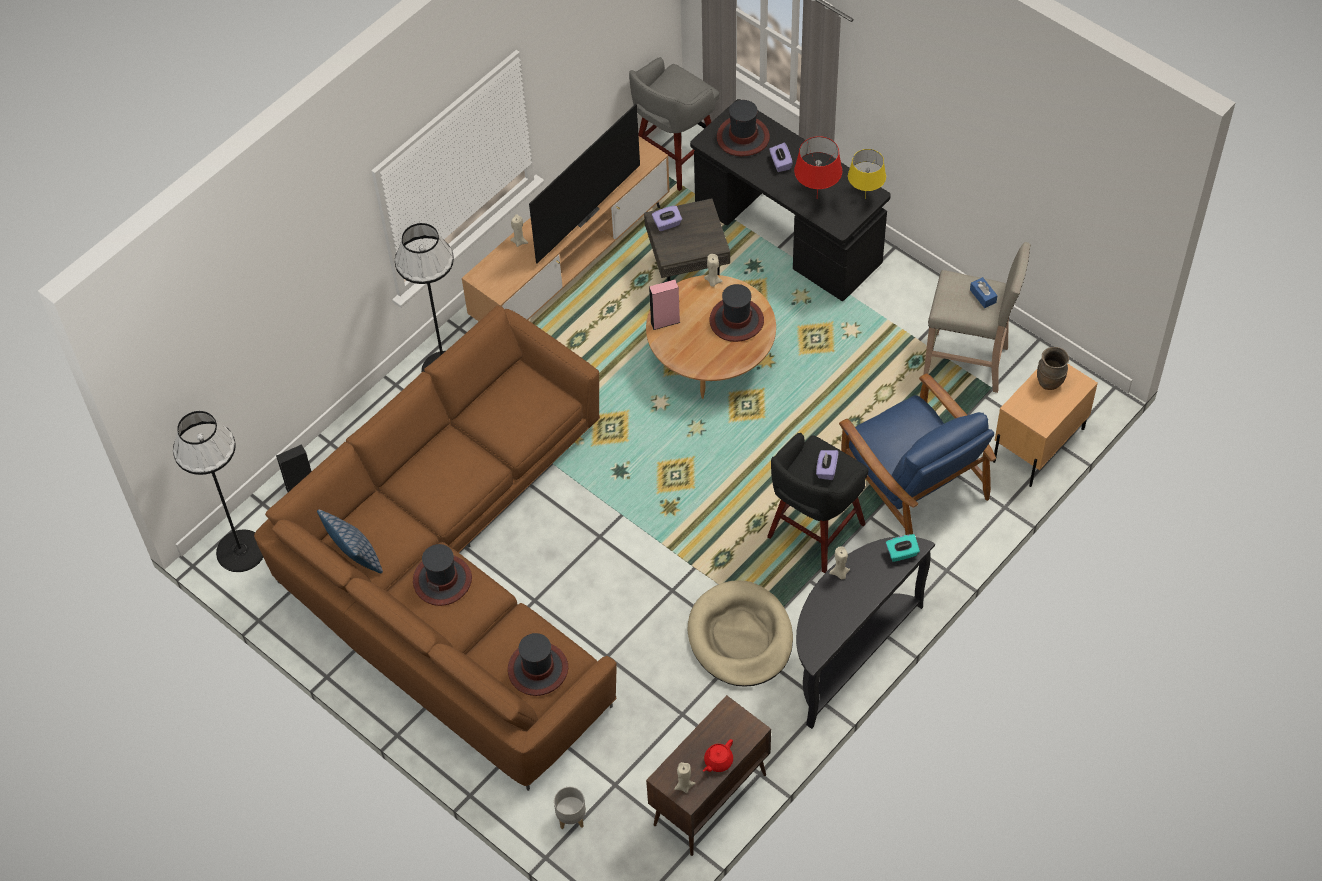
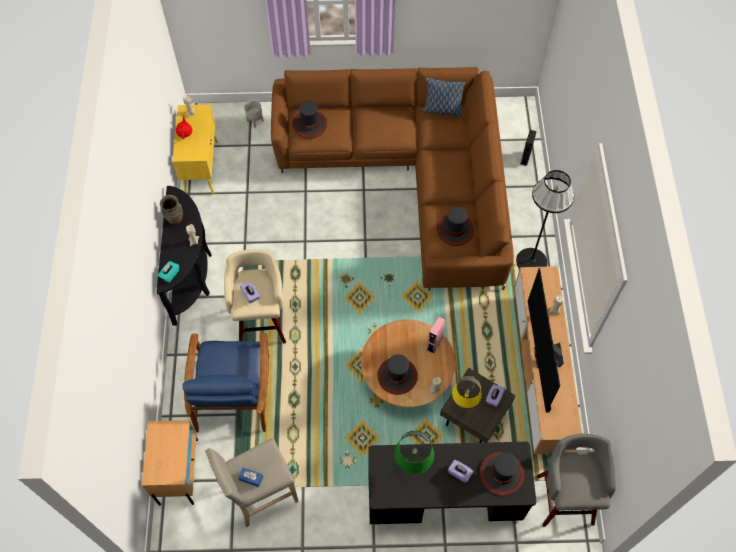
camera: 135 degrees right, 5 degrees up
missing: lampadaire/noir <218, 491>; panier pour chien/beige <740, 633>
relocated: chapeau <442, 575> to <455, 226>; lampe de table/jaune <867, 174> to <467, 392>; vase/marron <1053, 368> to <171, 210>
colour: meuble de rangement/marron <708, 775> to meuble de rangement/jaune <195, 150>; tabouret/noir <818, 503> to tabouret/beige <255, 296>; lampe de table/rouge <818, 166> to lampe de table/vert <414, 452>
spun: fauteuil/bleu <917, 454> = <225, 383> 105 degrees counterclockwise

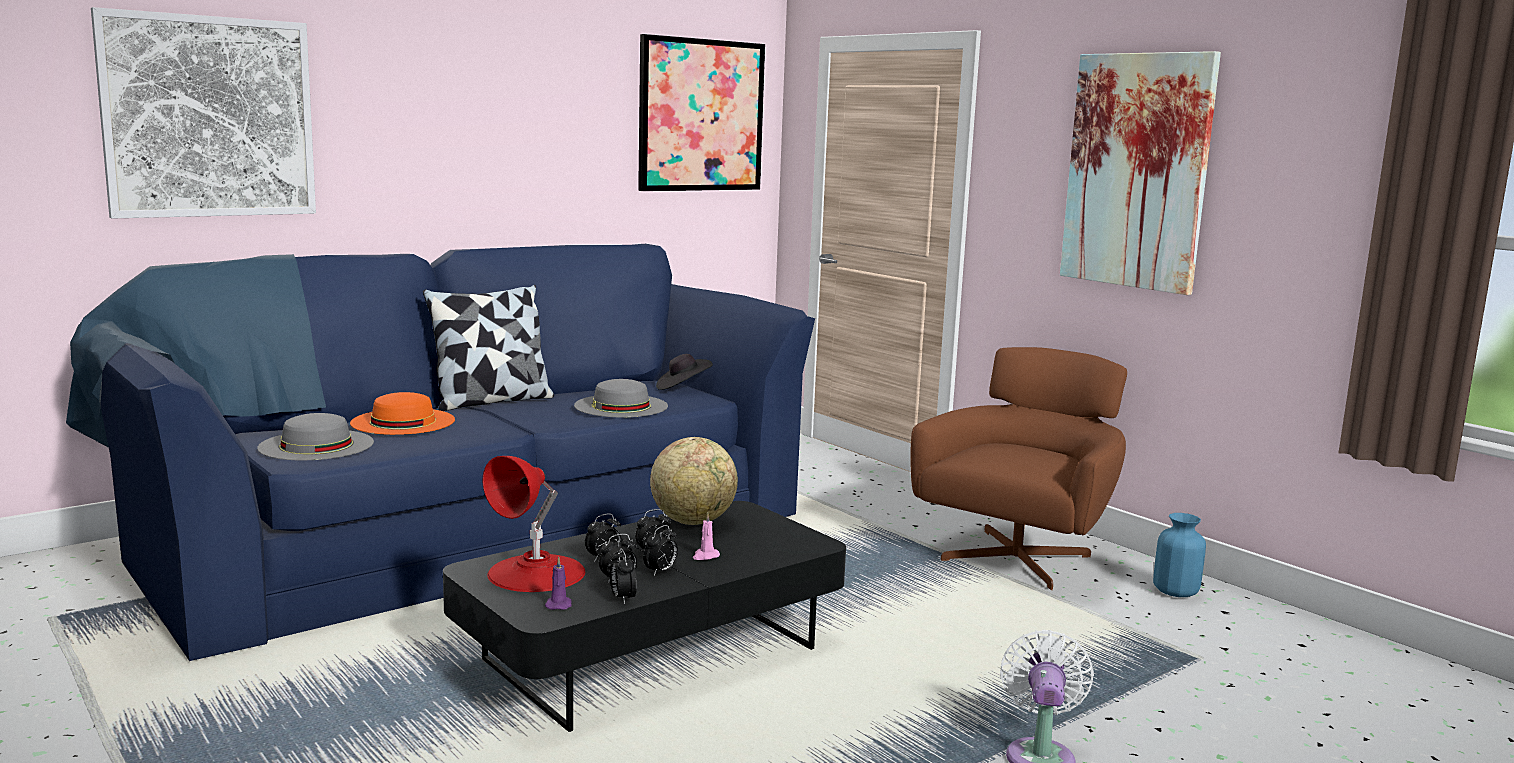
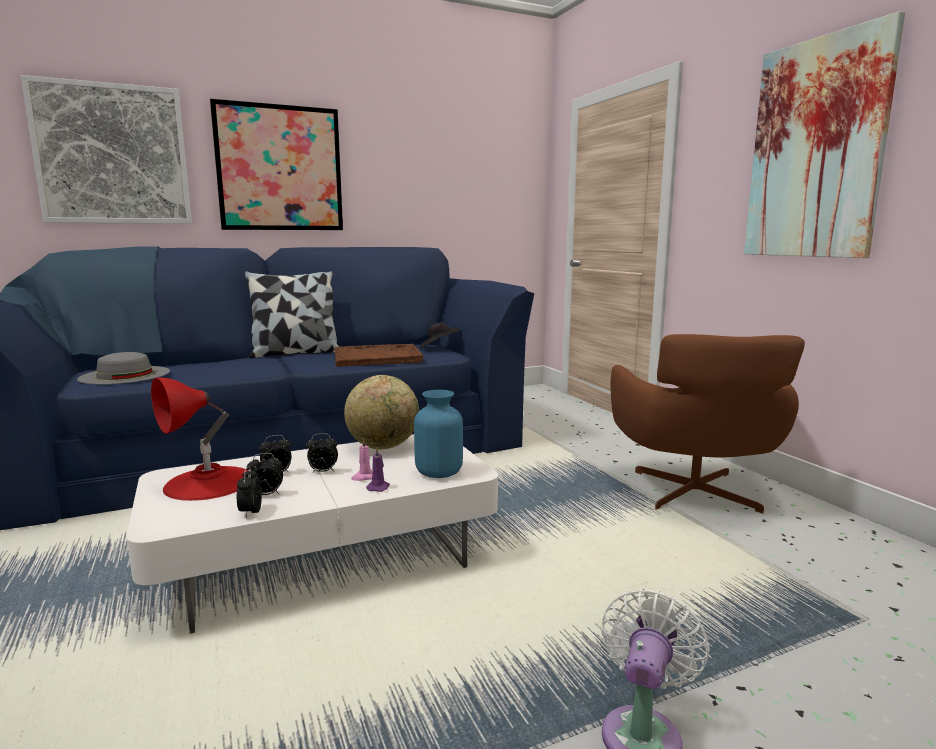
camera: 15 degrees right, 0 degrees up
missing: chapeau/orange <402, 413>; réveil <660, 550>
relocated: bougie/violet <558, 583> to <378, 470>; tableau <701, 112> to <276, 164>; vase/bleu <1179, 555> to <438, 434>
exchanged: chapeau/gris <621, 398> to plateau/marron <379, 355>
colour: table basse/noir <644, 616> to table basse/blanc <312, 534>
spun: fauteuil/marron <1018, 468> = <708, 424> 135 degrees clockwise

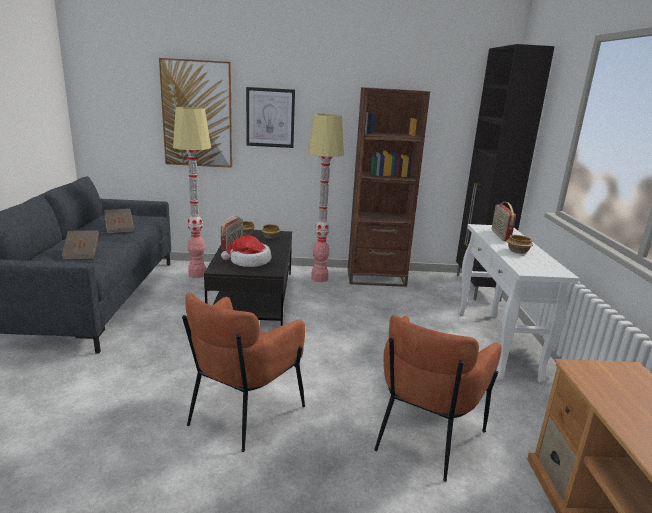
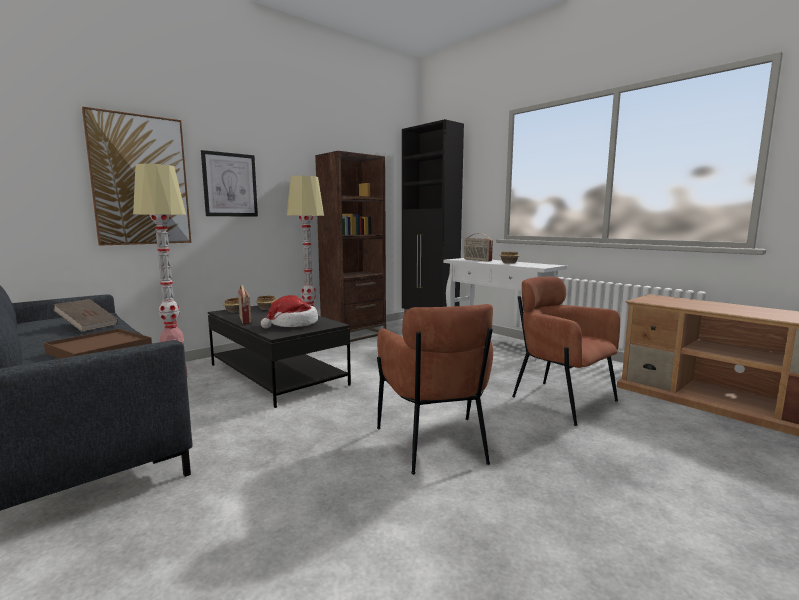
camera: 40 degrees left, 10 degrees down
exchanged: livre/marron <80, 245> to plateau/marron <98, 344>
spun: fauteuil/marron <438, 398> = <566, 351> 150 degrees clockwise

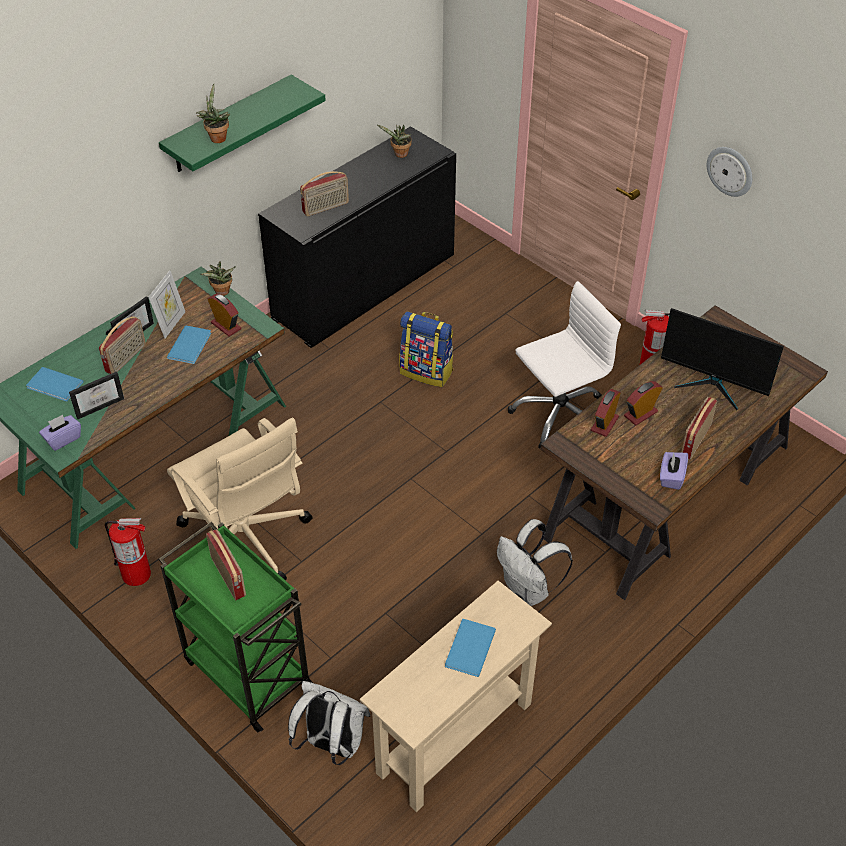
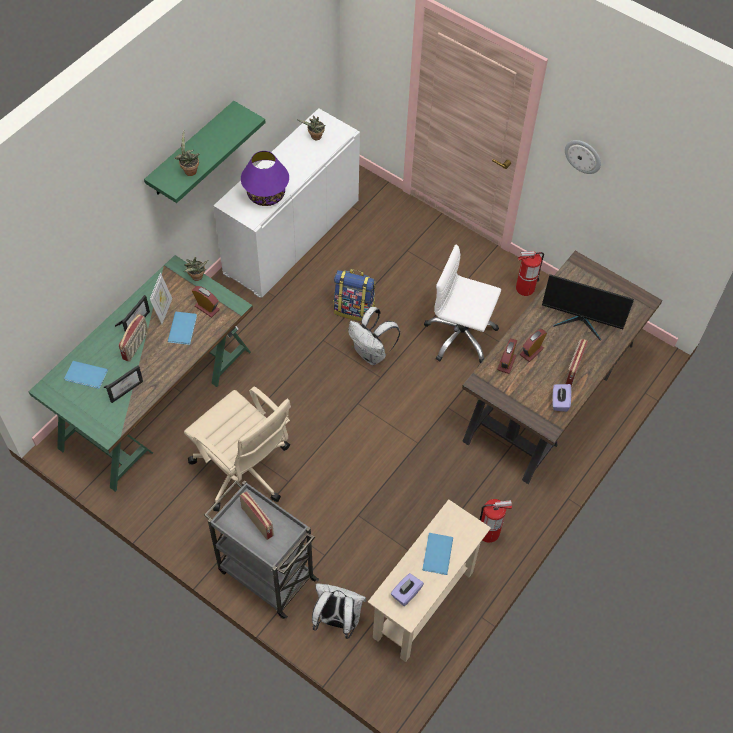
camera: 10 degrees left, 10 degrees up
relocated: boîte à mouchoirs/violet <60, 432> to <407, 589>; extincteur <128, 552> to <495, 521>; sac à dos/blanc <535, 562> to <374, 336>
exchanged: radio <324, 194> to lampe de table/violet <265, 178>
colour: chariot/vert <236, 627> to chariot/gris <261, 549>; meuble de rangement/noir <357, 237> to meuble de rangement/blanc <286, 203>
spun: chaise de bureau/blanc <564, 364> = <462, 304> 120 degrees counterclockwise

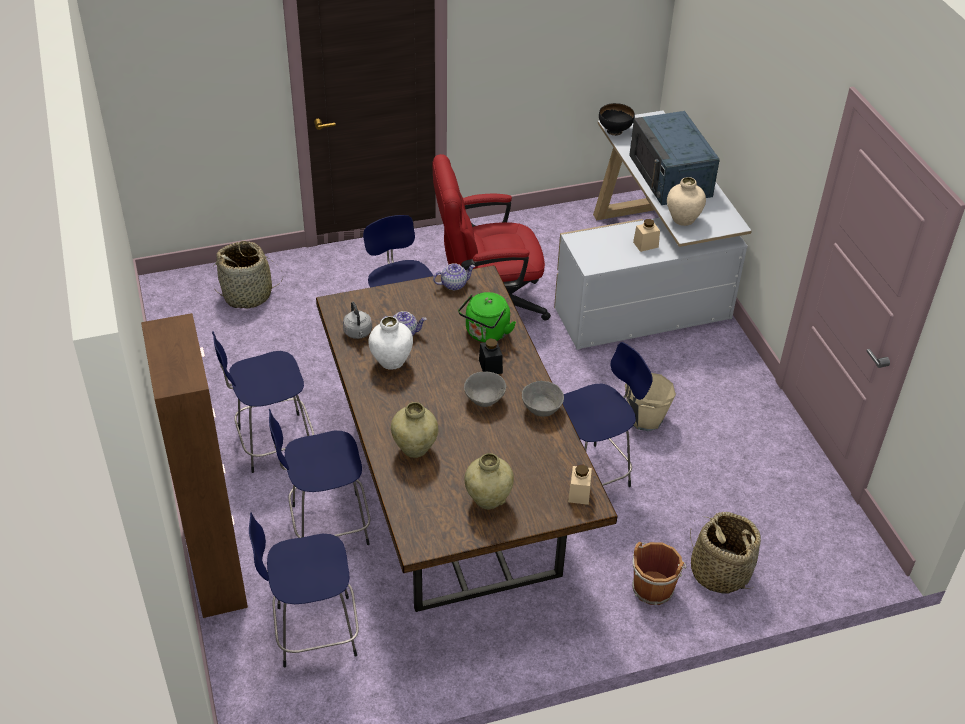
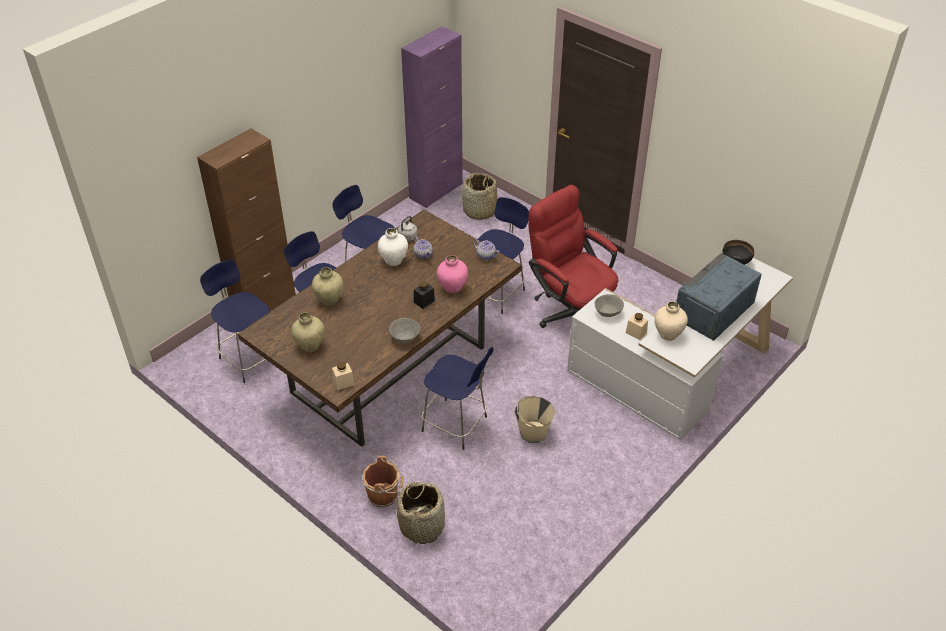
camera: 60 degrees right, 0 degrees up
appeared: meuble de rangement/violet <432, 117>
relocated: bol/gris <485, 389> to <609, 305>
exchanged: bouilloire/vert <487, 317> to vase/rose <452, 274>

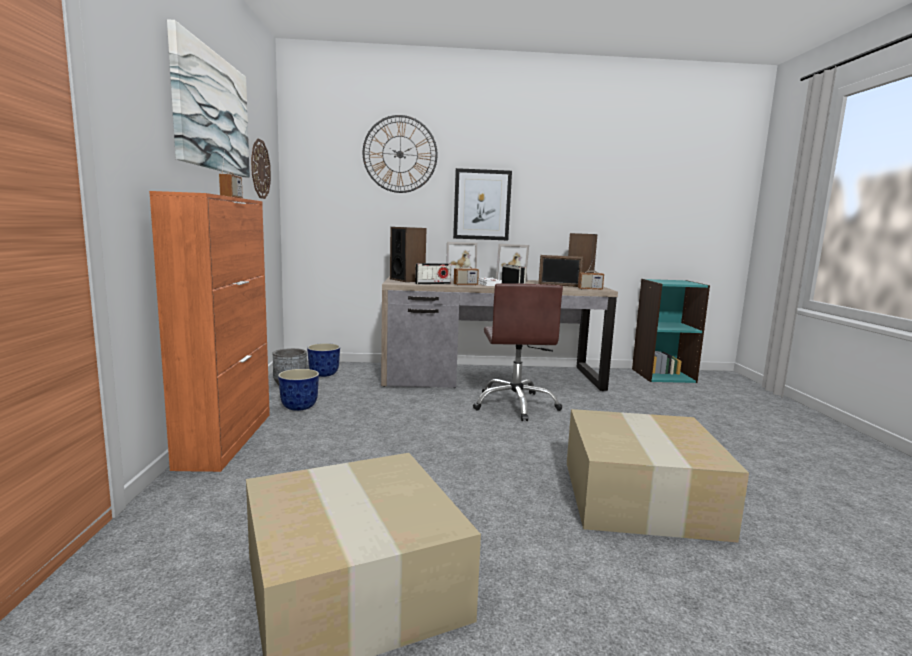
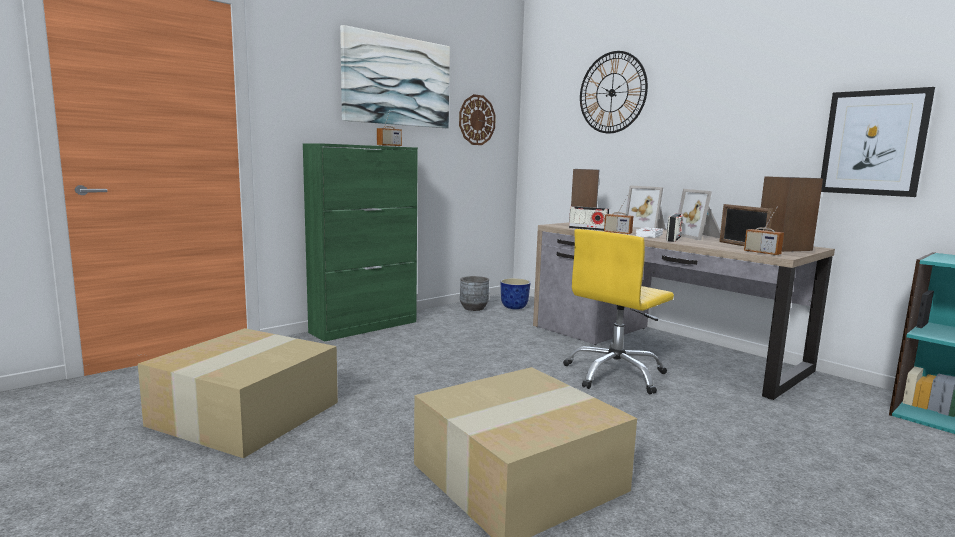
camera: 50 degrees right, 0 degrees up
missing: cache-pot <298, 390>
relocated: tableau <482, 204> to <878, 142>
colour: meuble de rangement/orange <209, 331> to meuble de rangement/vert <360, 242>; chaise de bureau/marron <518, 352> to chaise de bureau/jaune <618, 311>

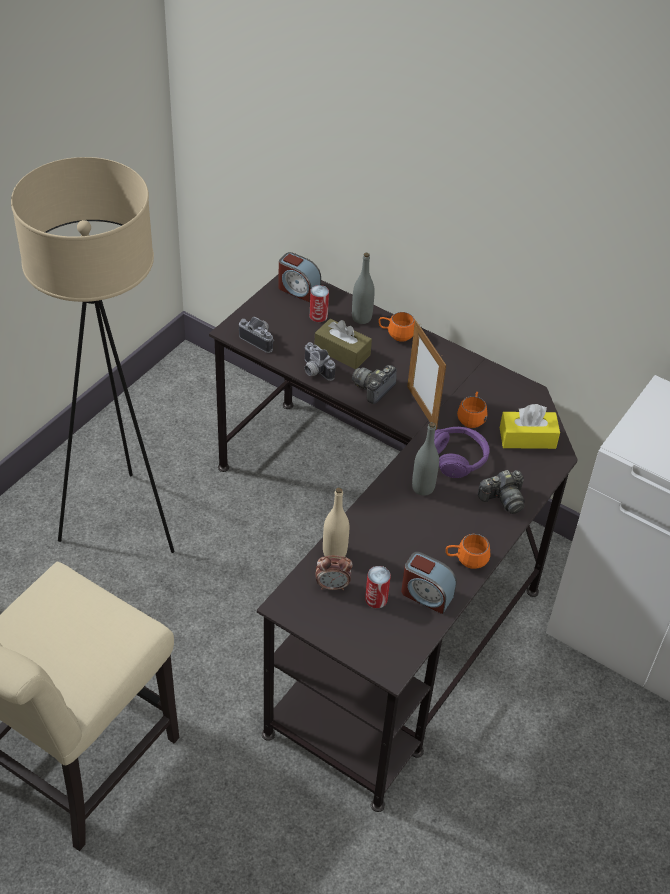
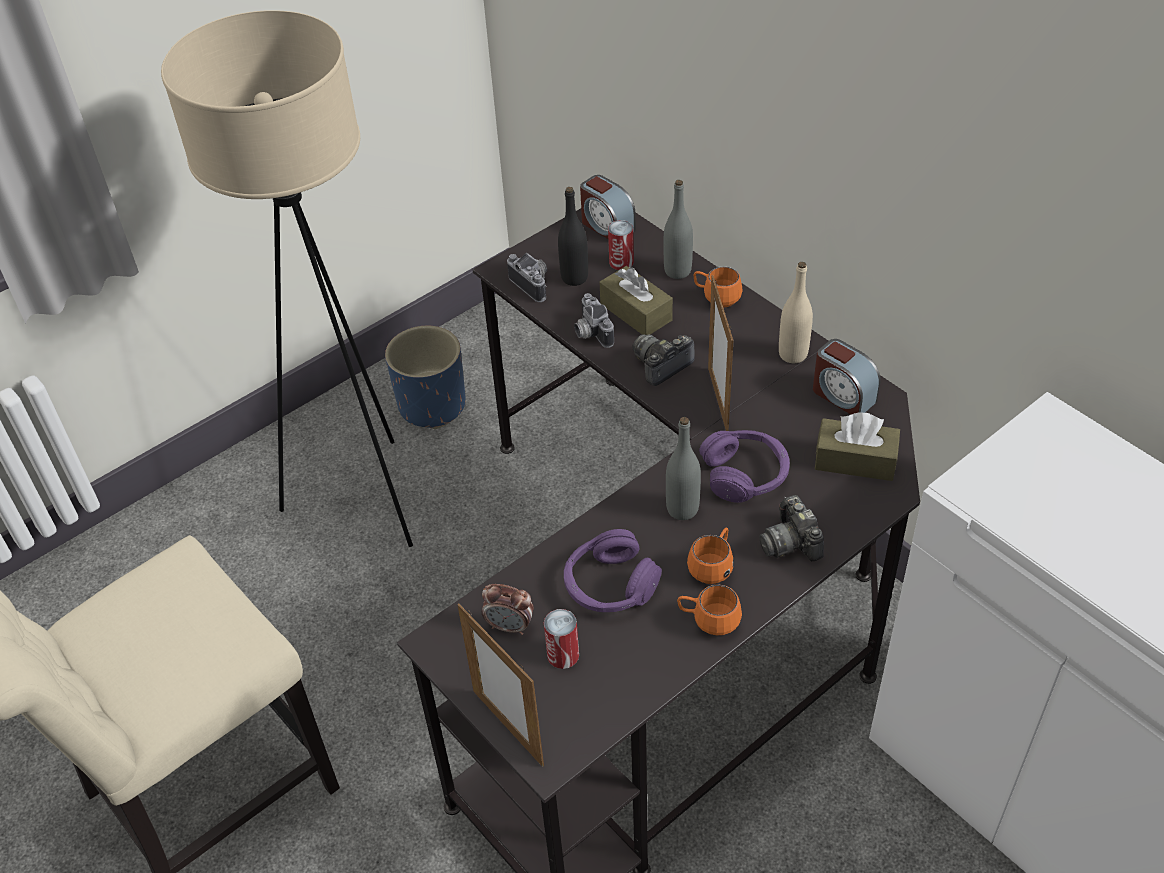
camera: 20 degrees right, 0 degrees up
appeared: cache-pot/bleu <425, 377>; cadre photo <500, 685>; bouteille/noir <573, 236>; casque audio/violet <613, 570>
relocated: bouteille/beige <336, 523> to <796, 312>; réveil <429, 583> to <847, 376>; mug/orange <472, 410> to <710, 556>
colour: boîte à mouchoirs/jaune <530, 426> to boîte à mouchoirs/marron <857, 446>
spun: appareil photo <501, 492> = <791, 528> 75 degrees clockwise

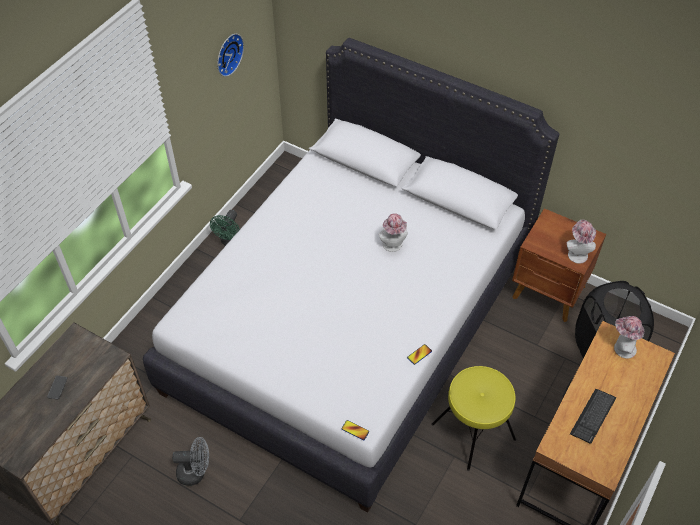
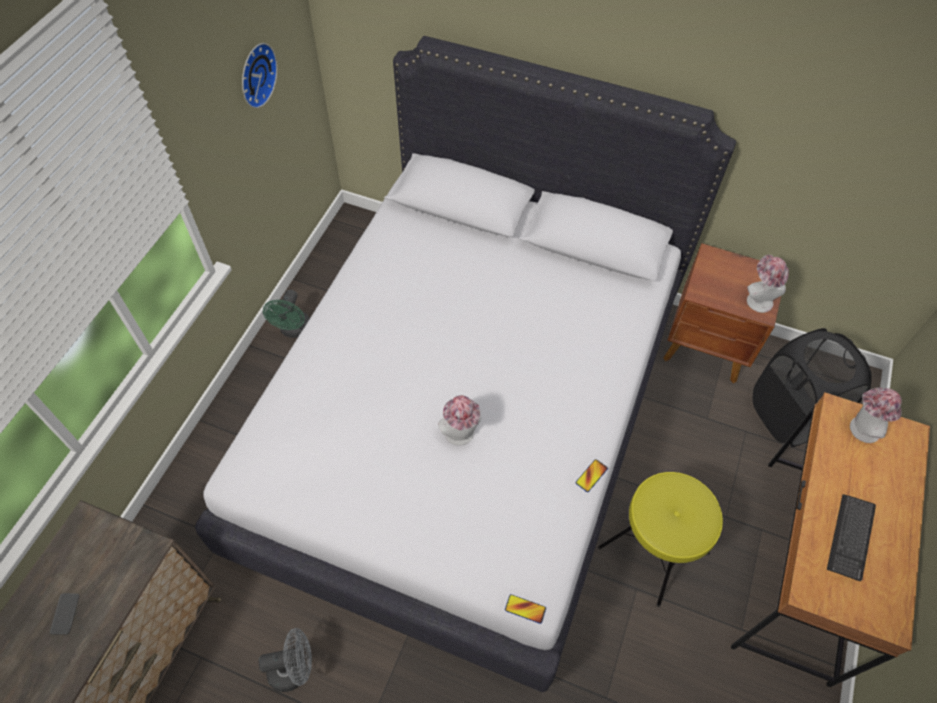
camera: 10 degrees left, 5 degrees up
relocated: chapeau <393, 232> to <459, 420>

